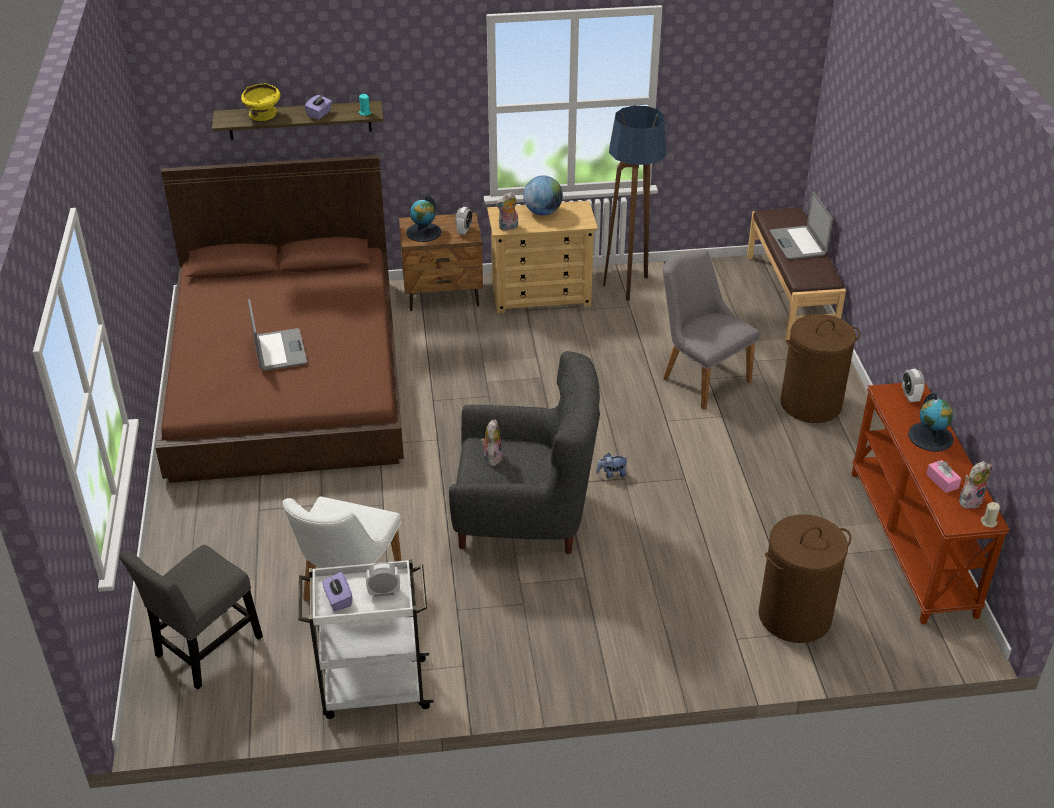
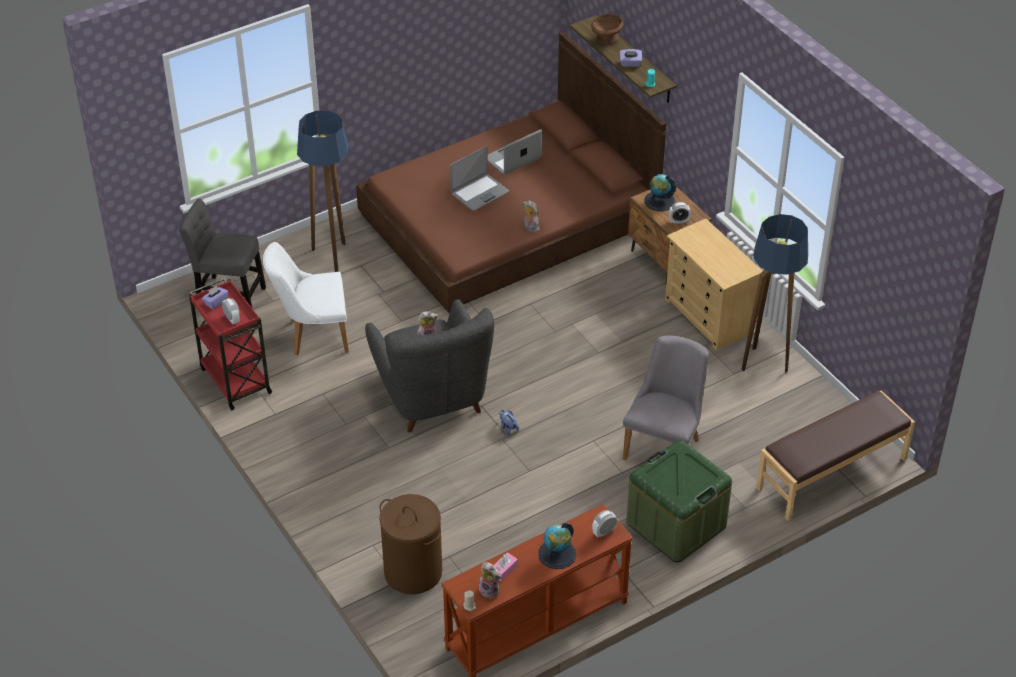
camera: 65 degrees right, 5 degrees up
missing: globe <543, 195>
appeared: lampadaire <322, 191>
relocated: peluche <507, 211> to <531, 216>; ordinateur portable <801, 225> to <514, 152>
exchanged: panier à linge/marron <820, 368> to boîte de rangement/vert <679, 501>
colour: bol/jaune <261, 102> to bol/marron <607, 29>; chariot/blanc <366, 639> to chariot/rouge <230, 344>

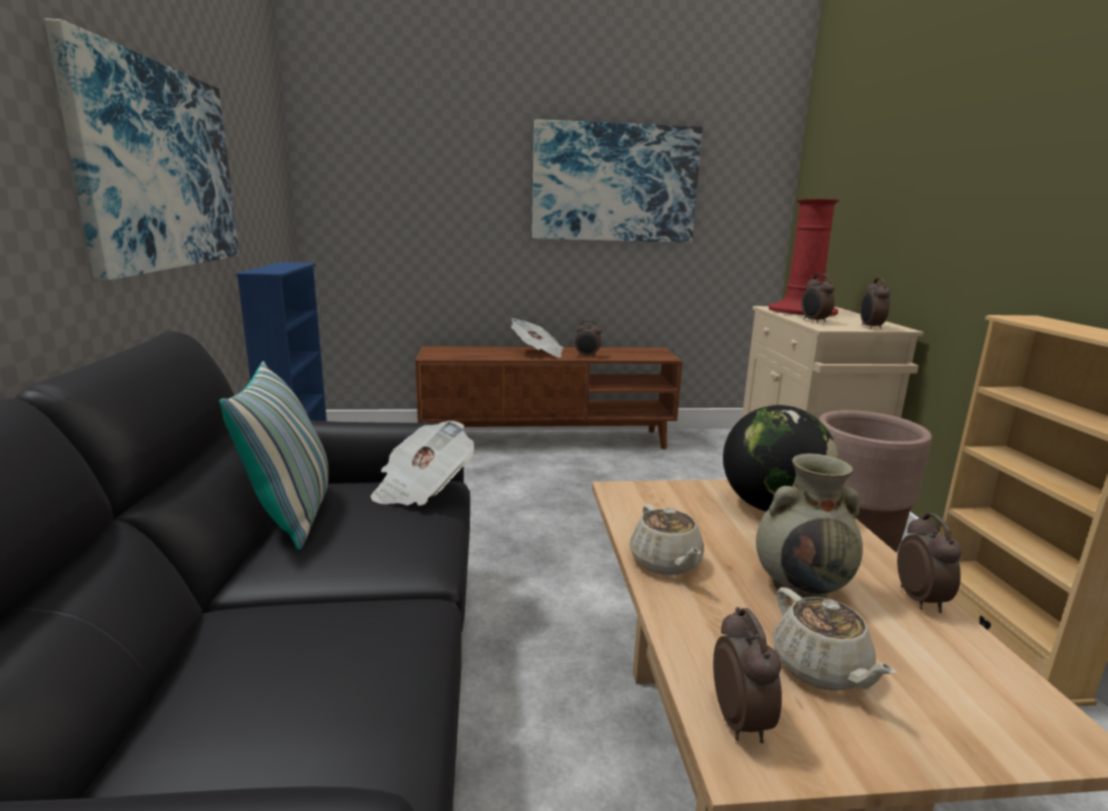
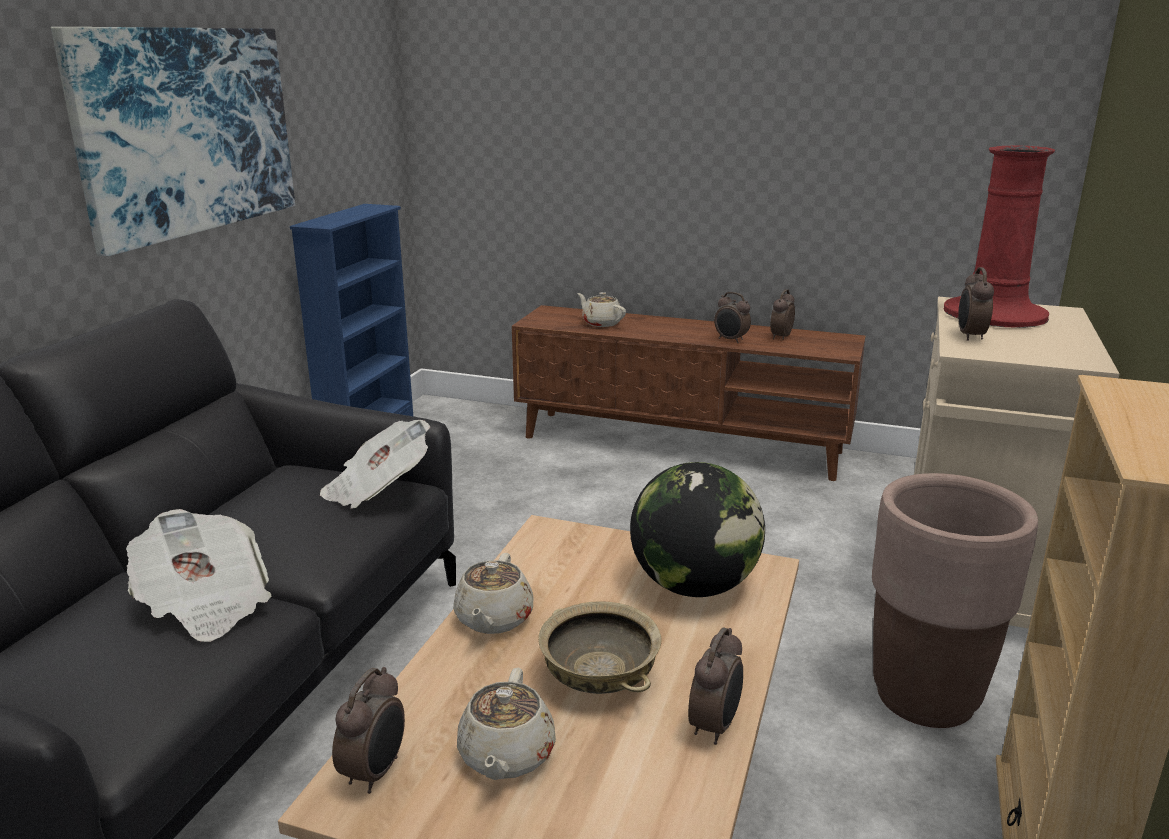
camera: 25 degrees right, 5 degrees up
missing: coussin <274, 455>; tableau <617, 180>
appeared: théière/beige <601, 309>
relocated: journal <537, 337> to <199, 575>; réveil <875, 304> to <782, 314>
exchanged: vase/beige <809, 526> to bol/beige <599, 648>

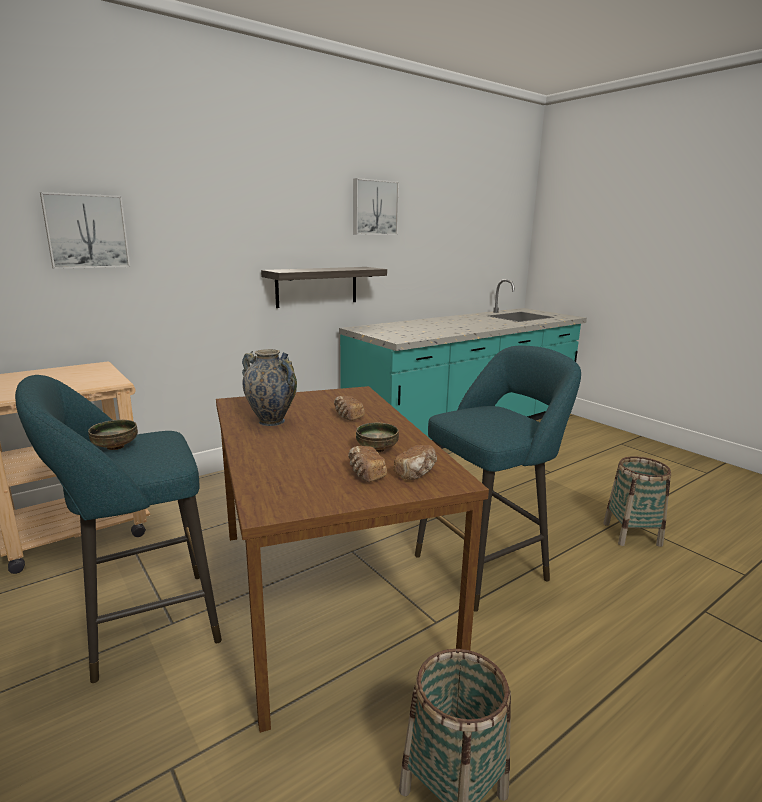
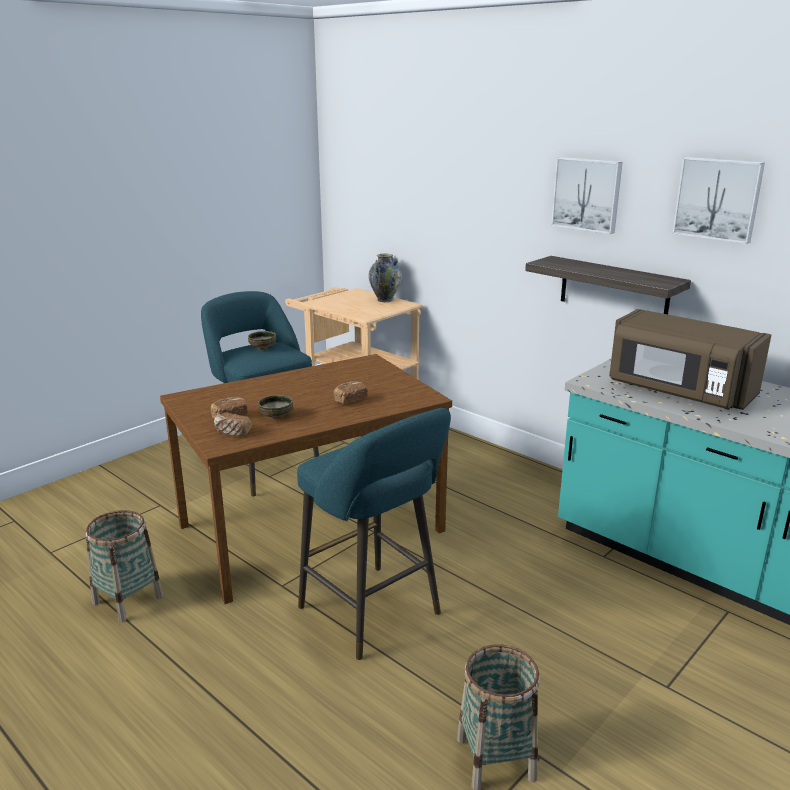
camera: 80 degrees right, 5 degrees up
appeared: micro-ondes/marron <690, 359>
relocated: tableau <85, 230> to <587, 195>; vase <269, 387> to <385, 278>

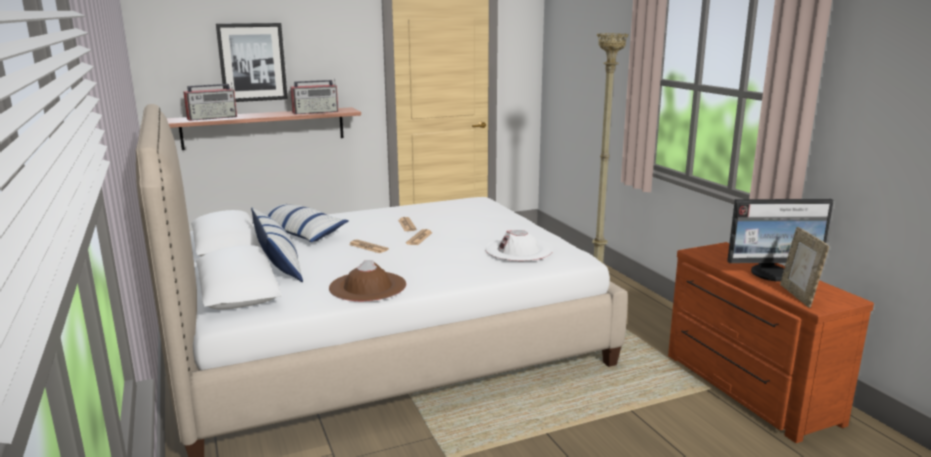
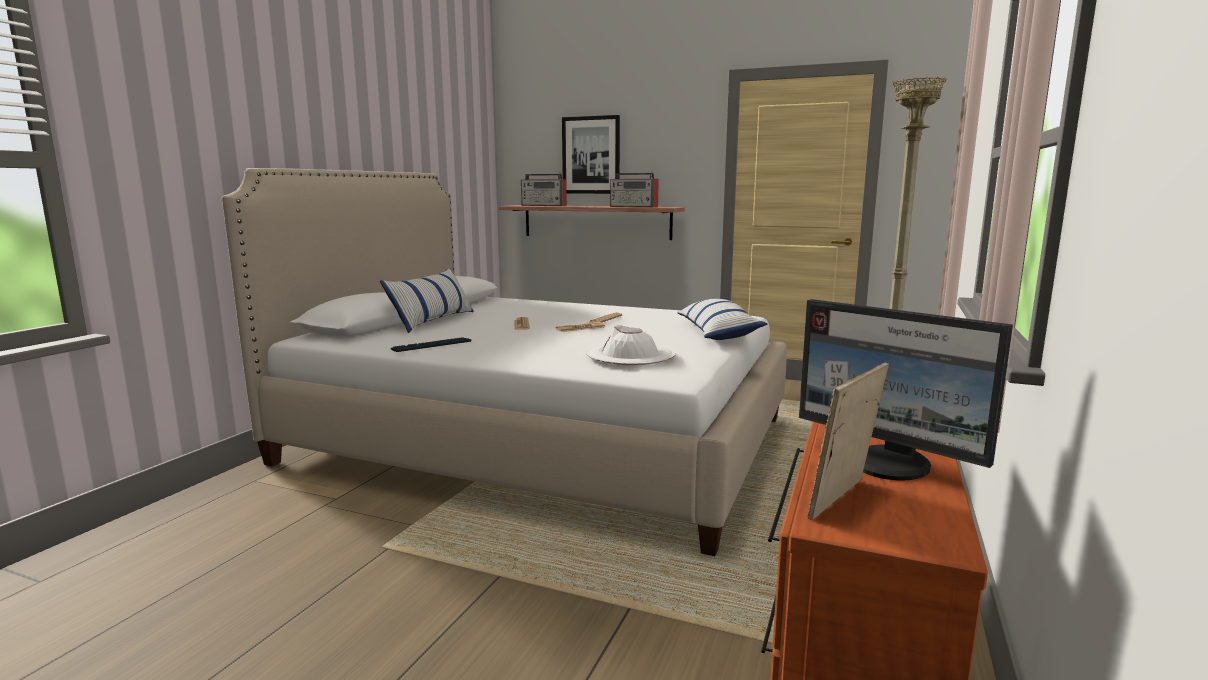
camera: 45 degrees right, 5 degrees down
relocated: coussin <300, 223> to <722, 319>
exchanged: chapeau/marron <367, 280> to clavier <431, 344>

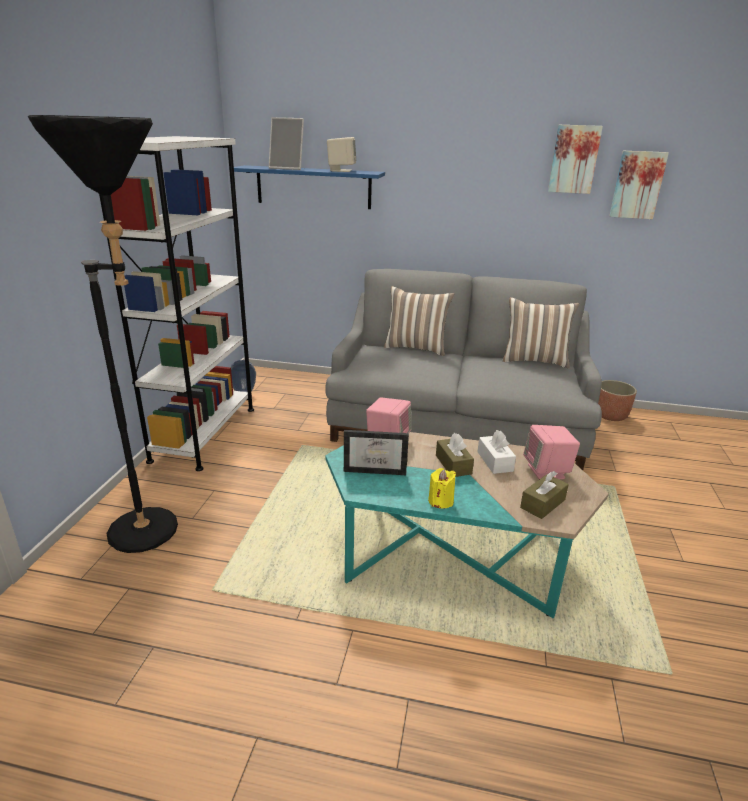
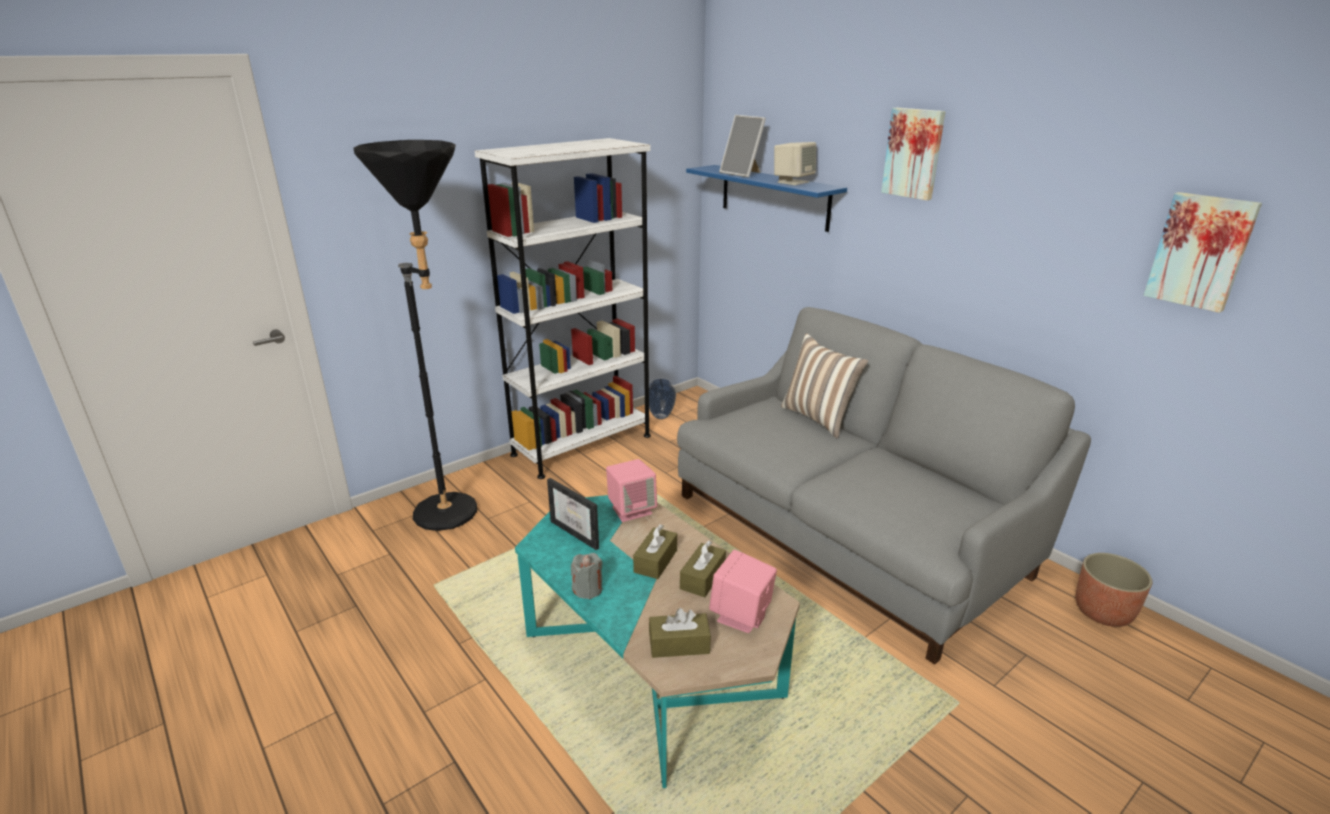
camera: 40 degrees right, 0 degrees up
missing: coussin <541, 333>
relocated: tableau <575, 159> to <913, 154>
colour: bougie/jaune <442, 488> to bougie/gris <586, 576>; boîte à mouchoirs/blanc <496, 452> to boîte à mouchoirs/marron <703, 569>

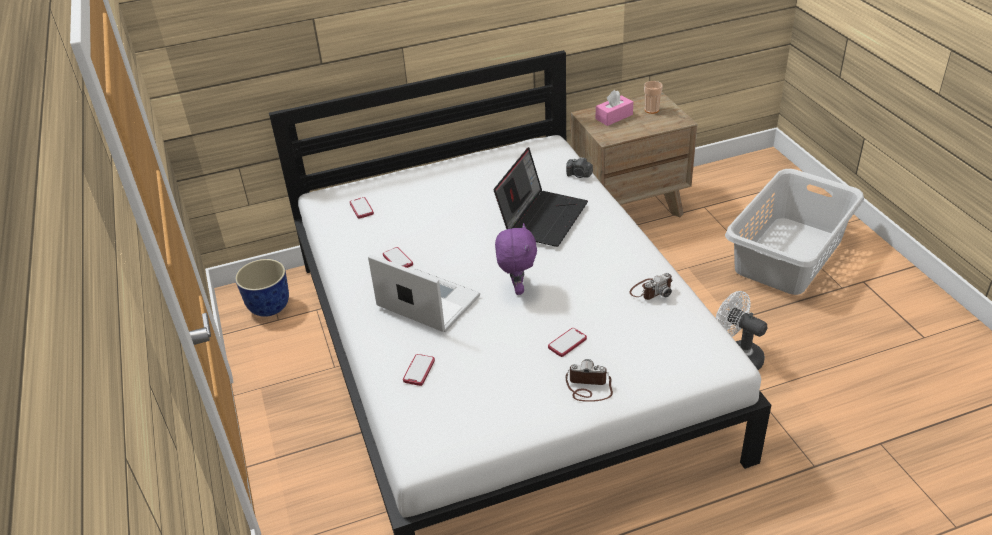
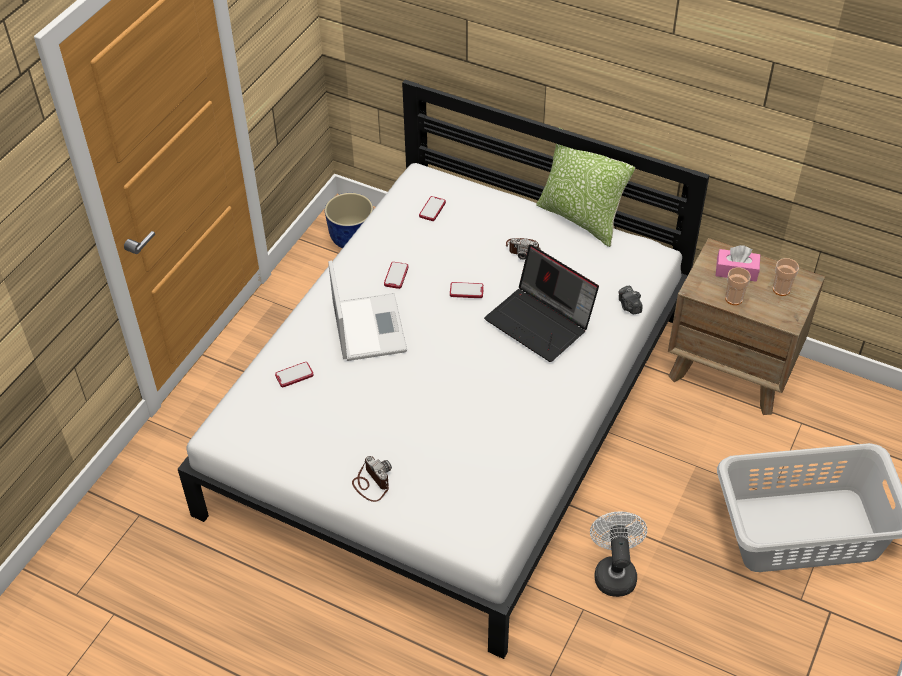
camera: 45 degrees right, 10 degrees up
missing: peluche/violet <516, 259>
appeared: coussin <585, 187>; tasse <738, 286>
relocated: téléphone <567, 342> to <467, 290>; appareil photo <651, 286> to <523, 249>
spun: ordinateur portable <541, 197> = <541, 303> 60 degrees clockwise

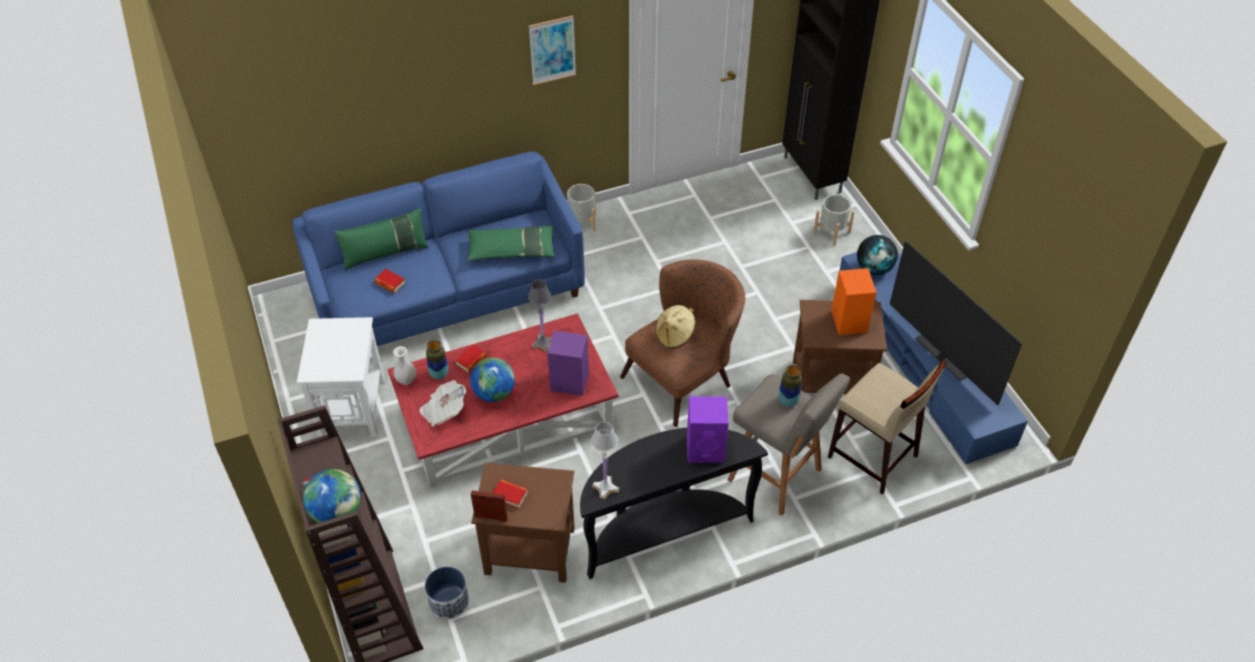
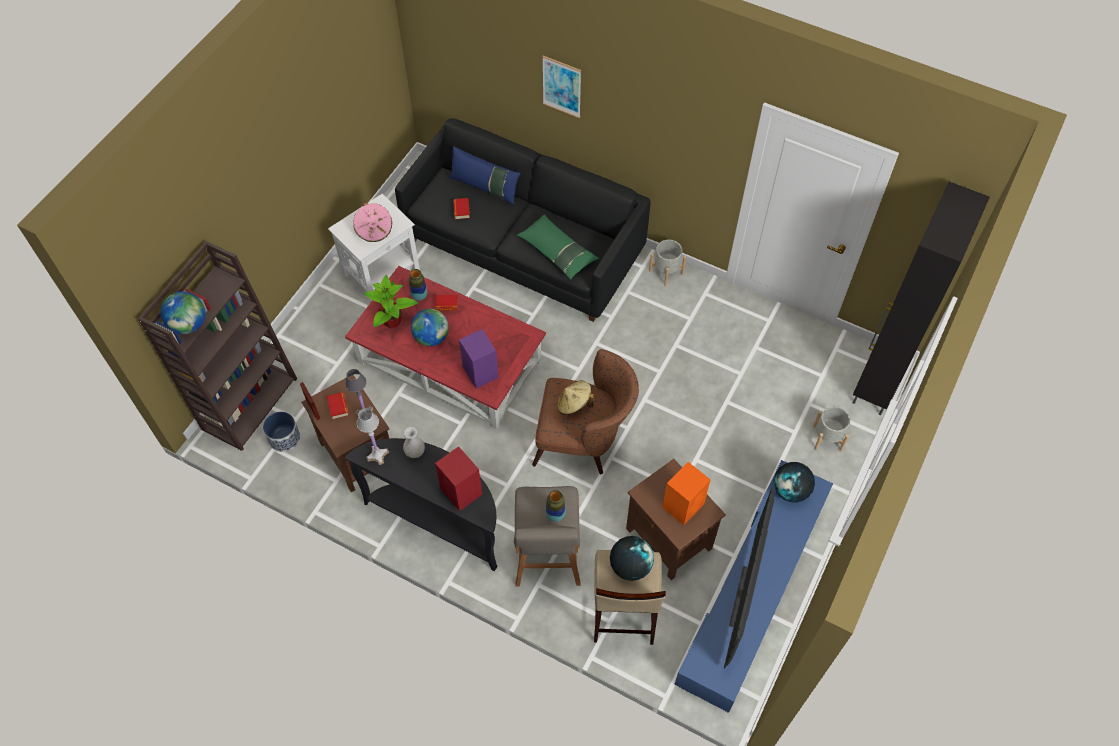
camera: 50 degrees right, 10 degrees up
appeared: chapeau/rose <372, 222>; globe <632, 558>
relocated: vase/blanc <404, 365> to <414, 442>; lampe de table/gris <540, 316> to <359, 394>; tableau <552, 50> to <561, 87>
exchanged: journal <442, 403> to plante en pot <391, 301>
colour: canapé/bleu <438, 249> to canapé/noir <522, 220>; coussin/vert <381, 239> to coussin/bleu <485, 175>; enceinte/violet <708, 429> to enceinte/rouge <458, 478>

